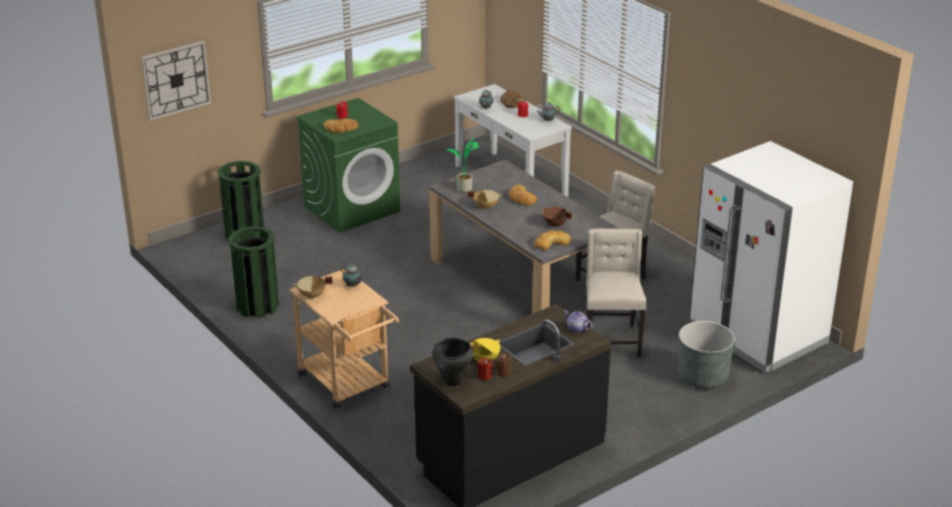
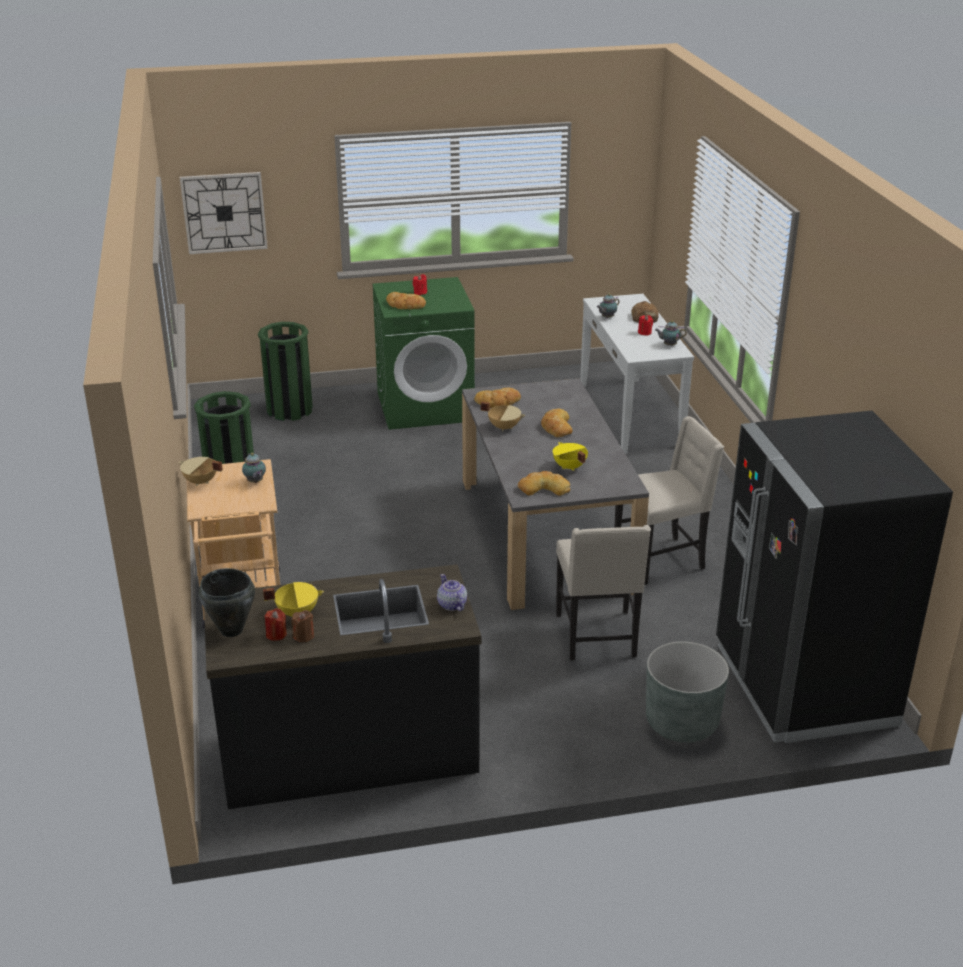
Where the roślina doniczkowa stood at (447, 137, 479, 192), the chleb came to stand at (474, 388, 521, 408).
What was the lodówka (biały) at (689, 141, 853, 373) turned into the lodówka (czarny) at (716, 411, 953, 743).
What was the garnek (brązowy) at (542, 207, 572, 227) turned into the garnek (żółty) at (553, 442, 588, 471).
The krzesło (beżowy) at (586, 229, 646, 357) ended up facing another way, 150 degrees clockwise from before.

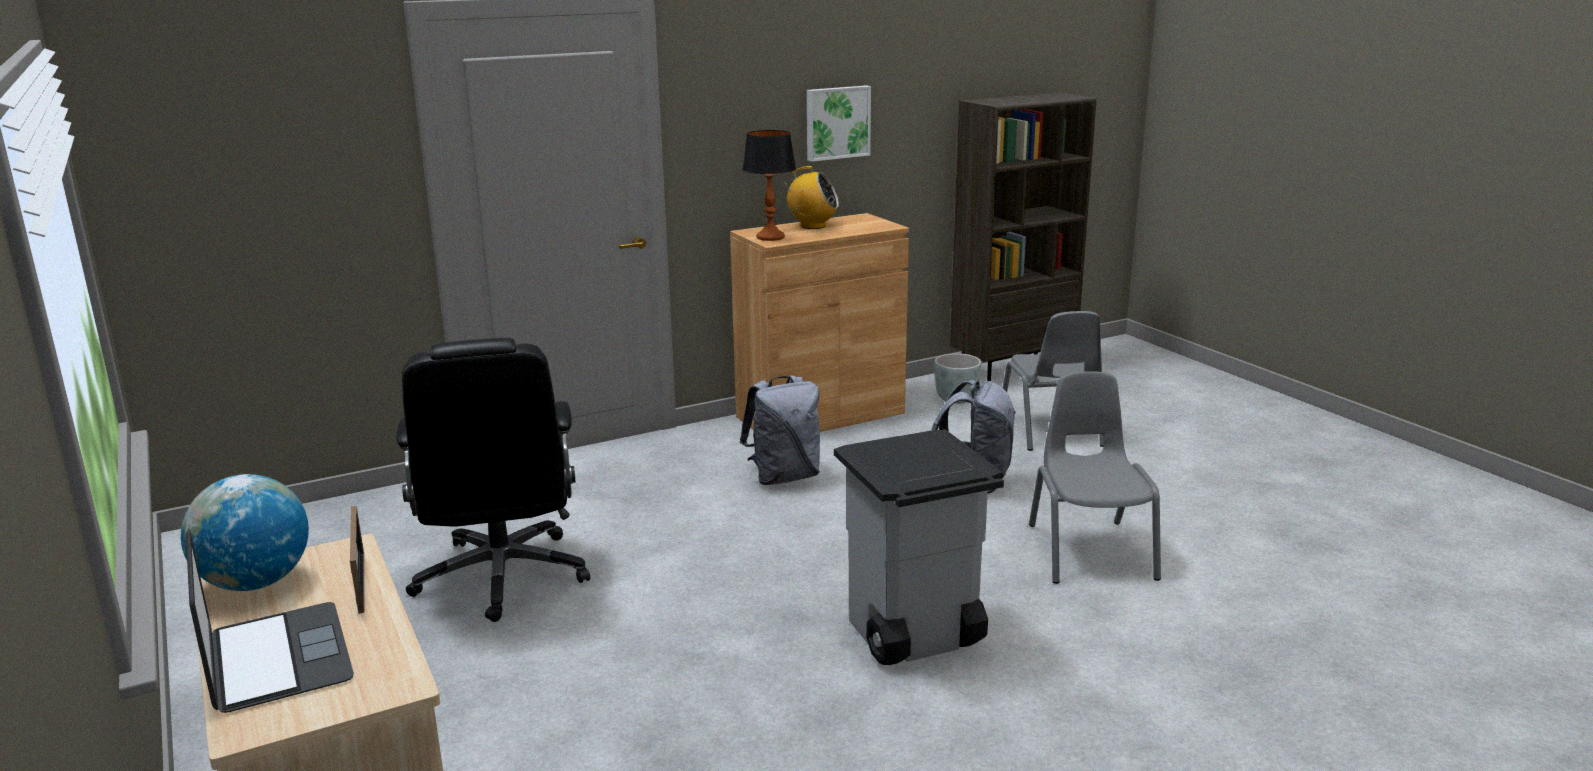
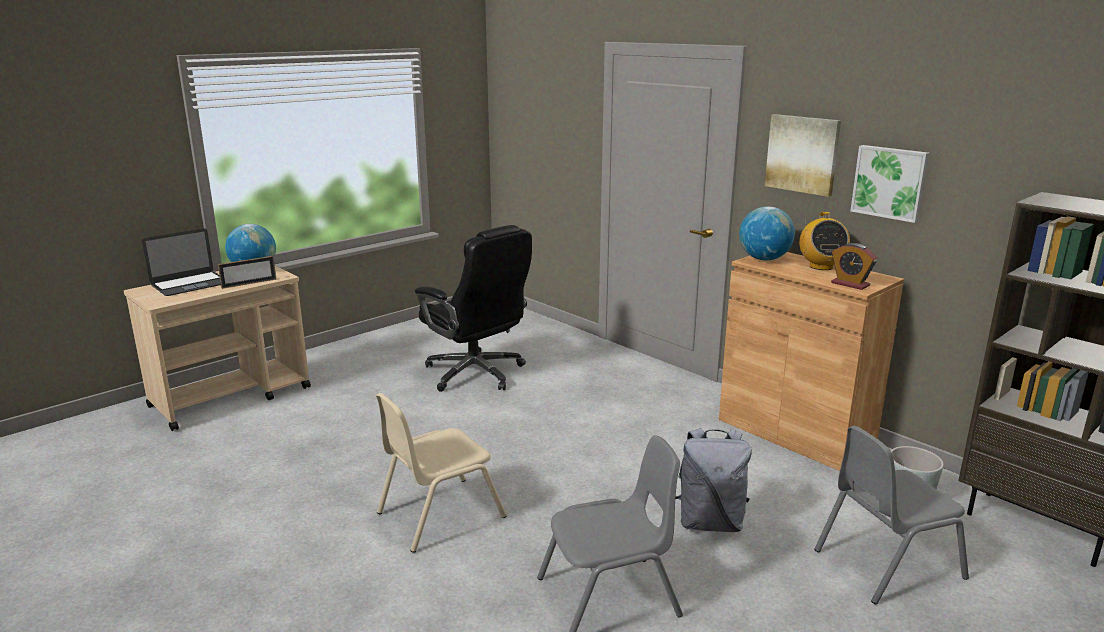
Where the lampa stołowa stood at (742, 130, 796, 241), the globus came to stand at (739, 206, 795, 260).
The krzesło biurowe (czarny) at (397, 338, 590, 622) ended up facing another way, 105 degrees counterclockwise from before.
The second view lost the plecak (szary) at (740, 375, 820, 485).
Where the kosz na śmieci (szary) stood at (834, 430, 1004, 665), the krzesło (beżowy) came to stand at (376, 393, 507, 553).
The second view gained the obraz at (765, 114, 841, 197).
The second view gained the budzik at (831, 243, 877, 290).

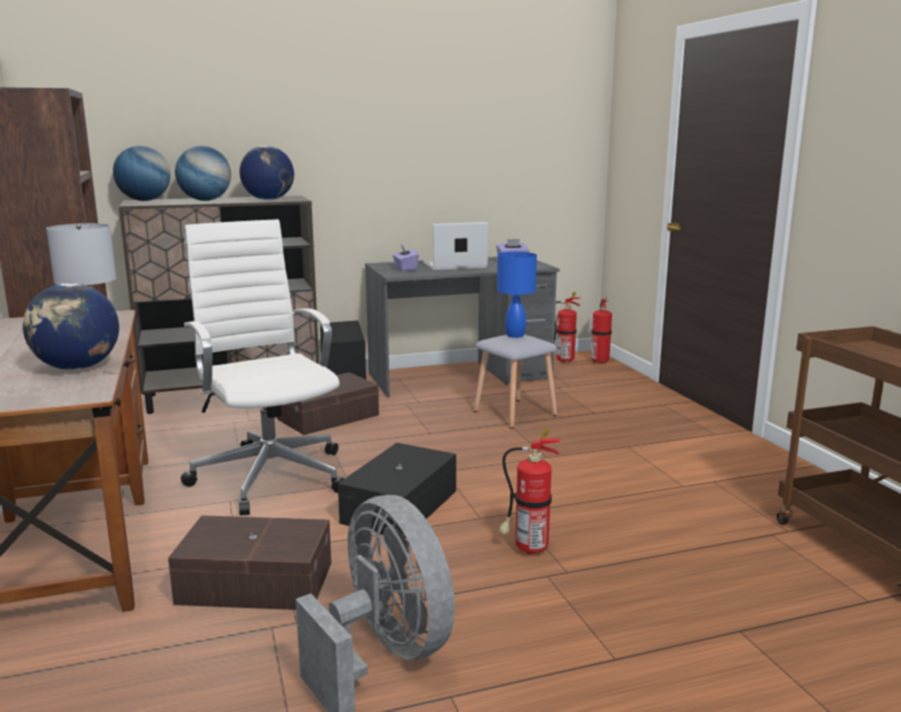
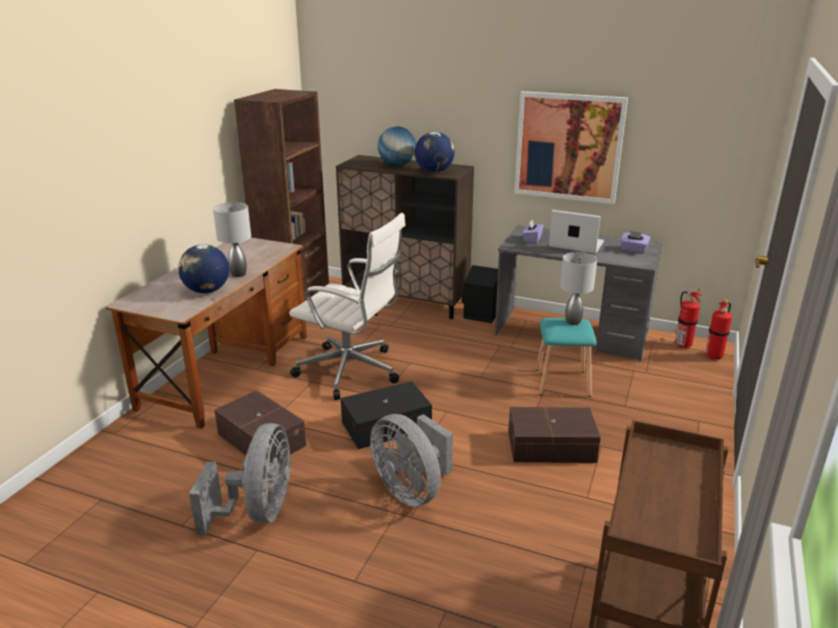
The second view lost the globus at (113, 146, 171, 201).
The krzesło biurowe (biały) at (181, 219, 344, 516) ended up facing another way, 105 degrees clockwise from before.
What was the lampa stołowa (niebieski) at (497, 252, 537, 338) turned into the lampa stołowa (szary) at (560, 252, 597, 325).
What was the stołek (szary) at (474, 335, 557, 429) turned into the stołek (turkusowy) at (536, 318, 597, 397).
The pojemnik do przechowywania (brązowy) ended up elsewhere, having gone from (277, 372, 379, 435) to (508, 407, 601, 463).
Where the gaśnica stood at (499, 429, 561, 555), the wentylator (szary) came to stand at (370, 414, 453, 507).
The second view gained the obraz at (514, 91, 628, 204).

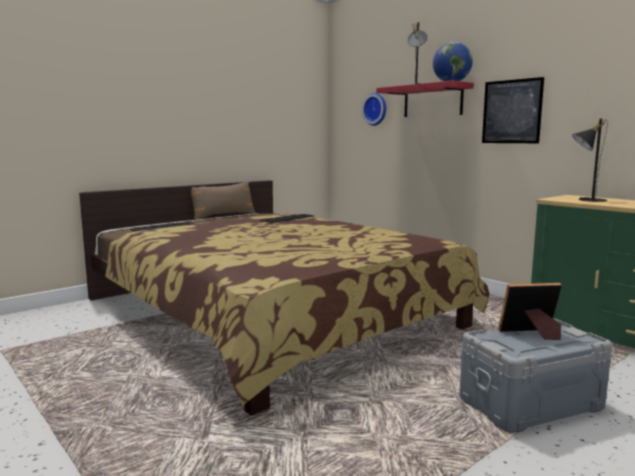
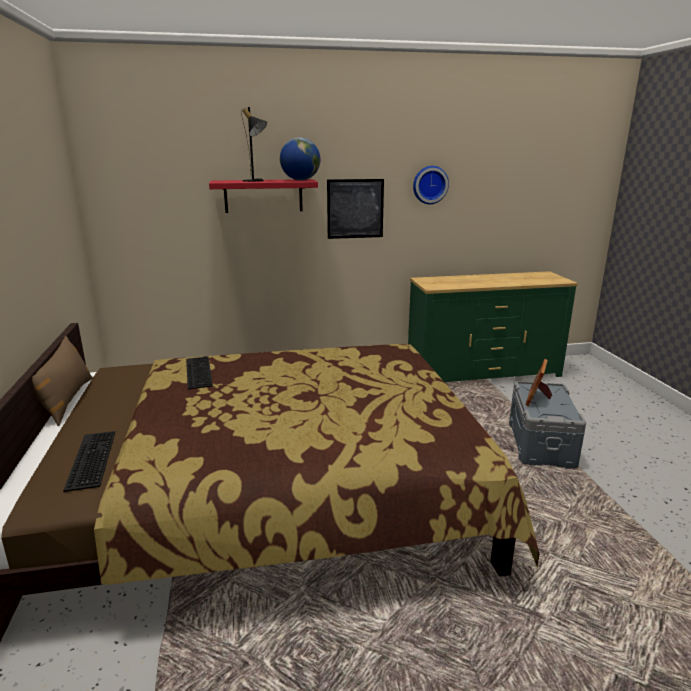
The zegar ścienny ended up elsewhere, having gone from (362, 93, 386, 126) to (413, 166, 449, 204).
The second view lost the lampa stołowa (czarny) at (572, 118, 608, 202).

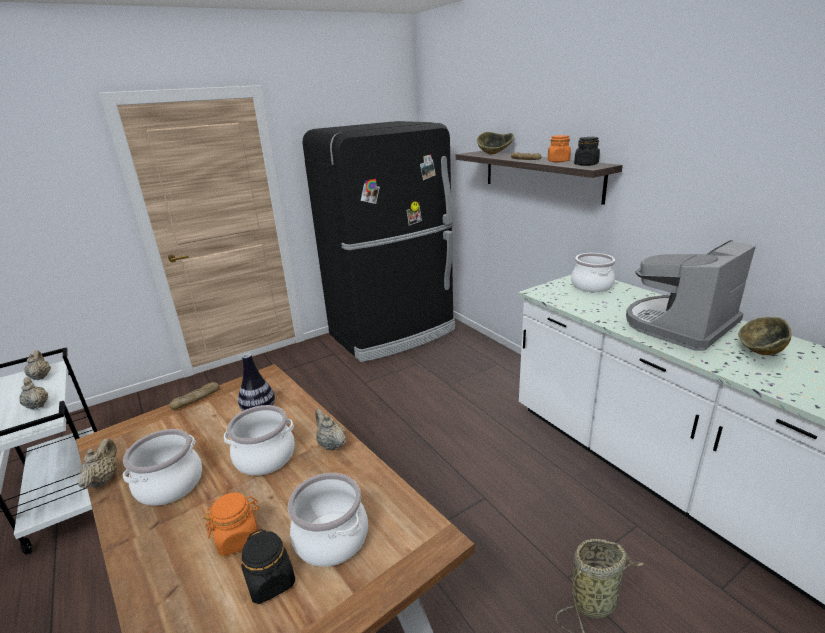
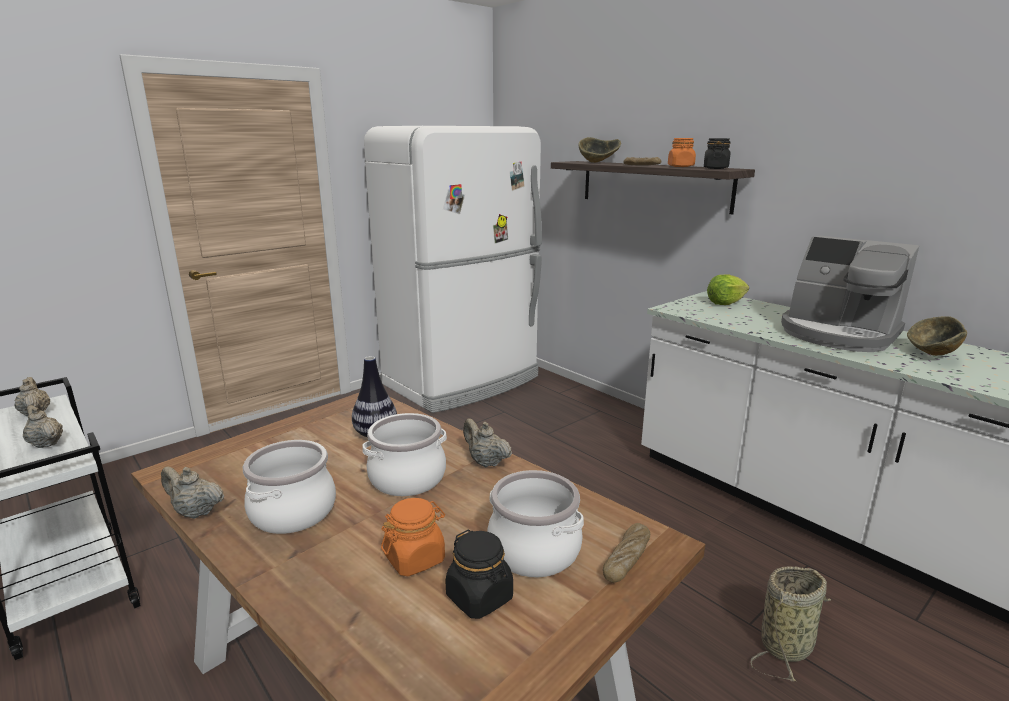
What was the lodówka (czarny) at (303, 121, 455, 362) turned into the lodówka (biały) at (364, 126, 542, 413).
The ekspres do kawy at (626, 240, 756, 351) ended up facing another way, 90 degrees counterclockwise from before.
Where the garnek stood at (571, 253, 615, 292), the sałata came to stand at (707, 275, 749, 305).
The chleb ended up elsewhere, having gone from (169, 382, 220, 409) to (603, 523, 650, 583).
The imbryk (beżowy) at (78, 438, 117, 489) ended up facing another way, 60 degrees counterclockwise from before.

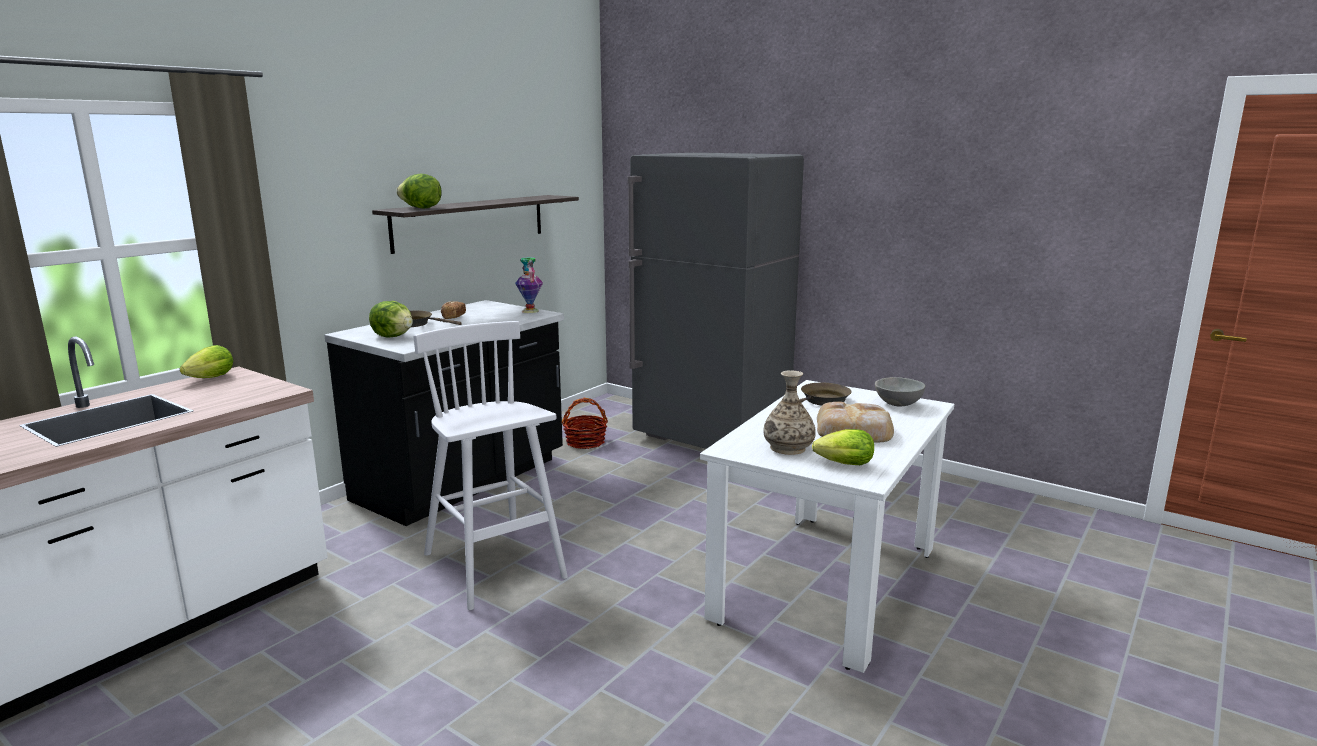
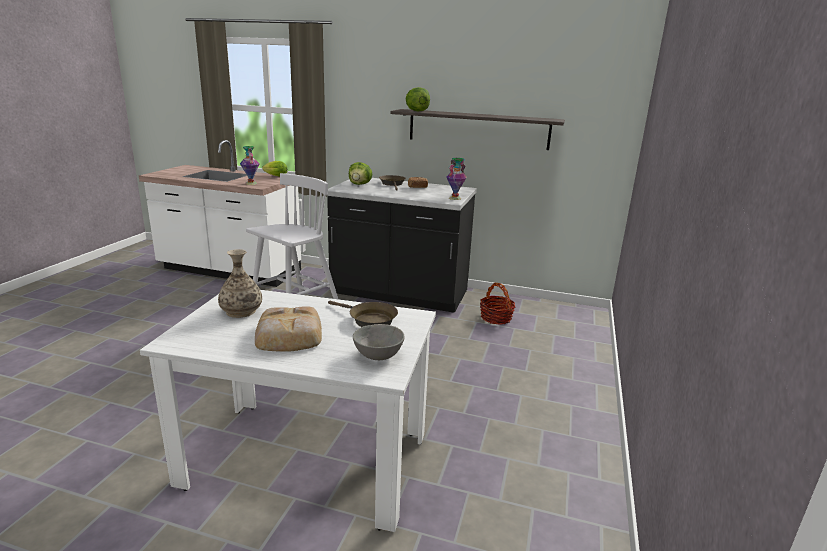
The second view lost the lodówka (szary) at (627, 153, 804, 449).
The second view lost the sałata at (812, 429, 874, 465).
The second view gained the wazon at (240, 146, 259, 185).

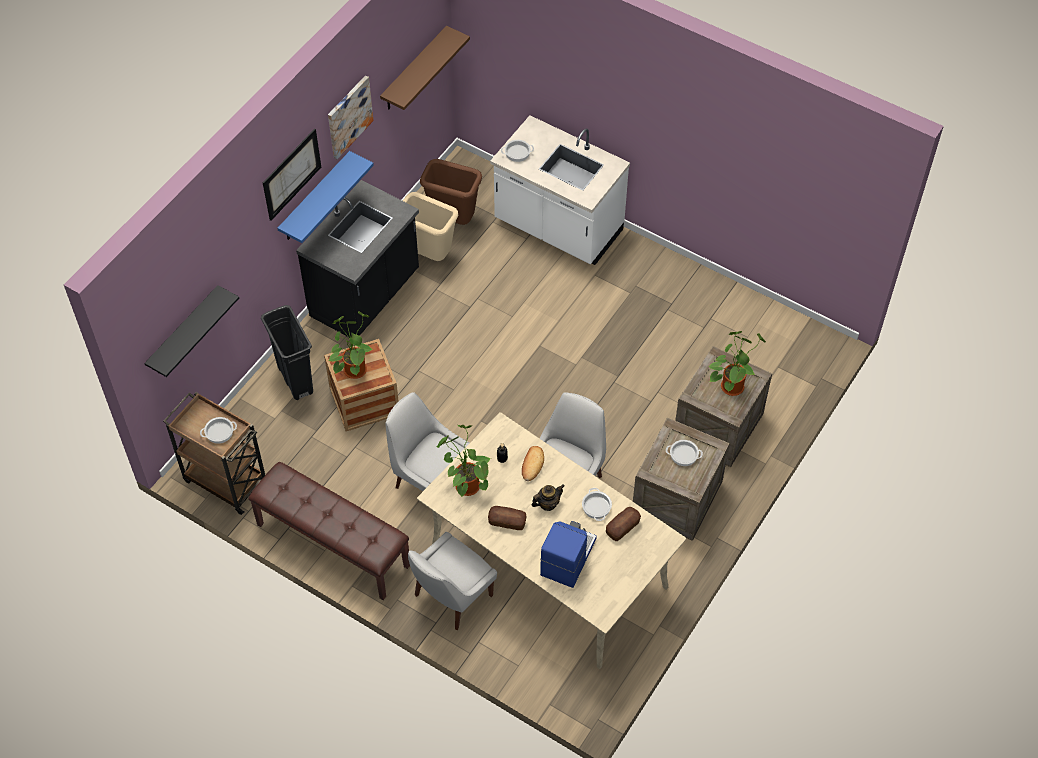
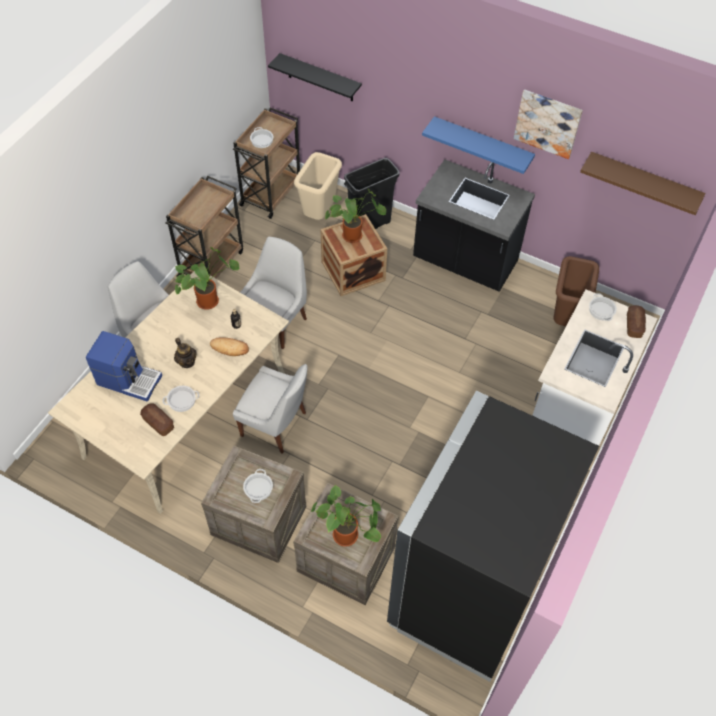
The second view lost the obraz at (263, 128, 321, 221).
The kosz na śmieci (beżowy) ended up elsewhere, having gone from (403, 192, 458, 261) to (294, 152, 342, 220).
Where the ławka (brązowy) stood at (248, 462, 410, 600), the wózek (brązowy) came to stand at (165, 176, 243, 279).
The chleb ended up elsewhere, having gone from (488, 506, 526, 530) to (627, 305, 646, 338).
The second view gained the lodówka (czarny) at (387, 391, 599, 682).

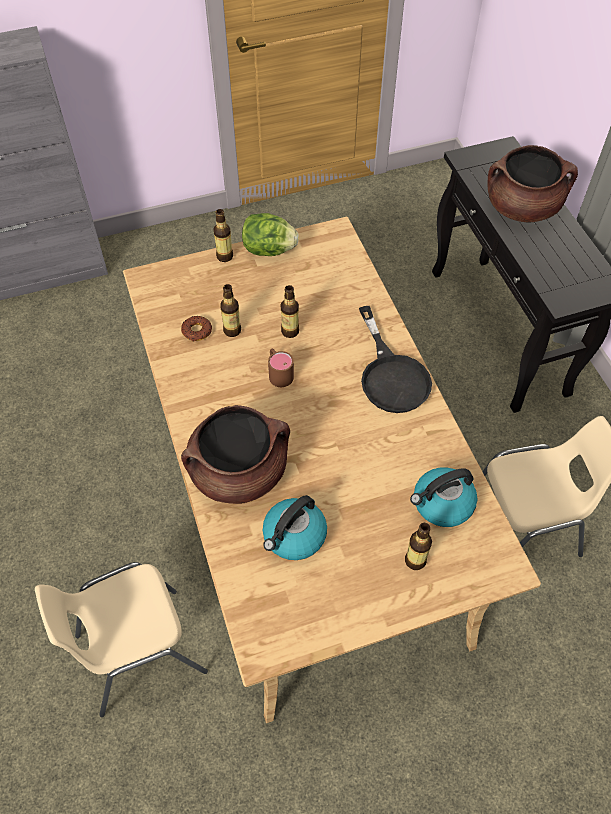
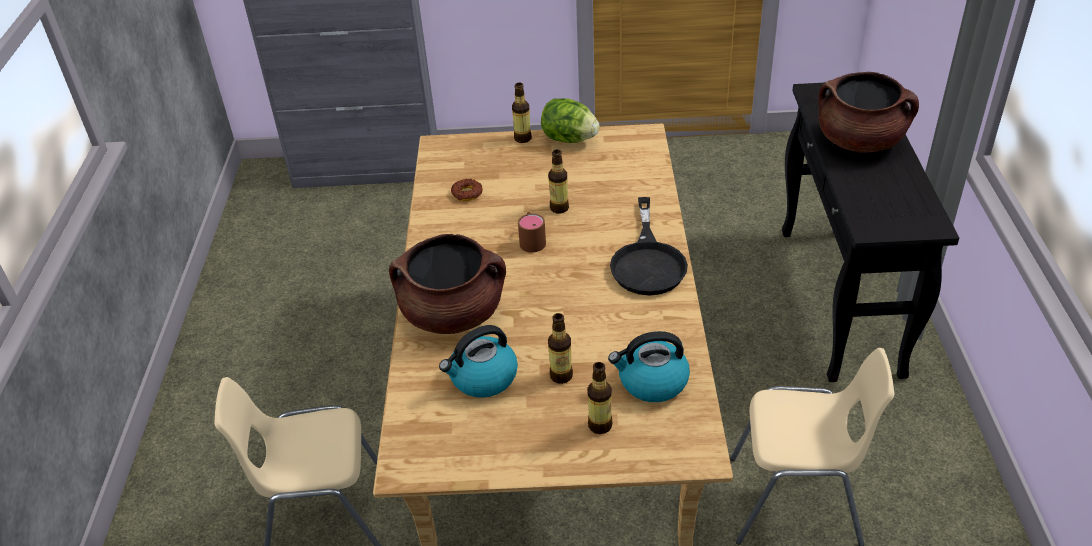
The butelka ended up elsewhere, having gone from (220, 284, 241, 337) to (548, 313, 573, 384).

